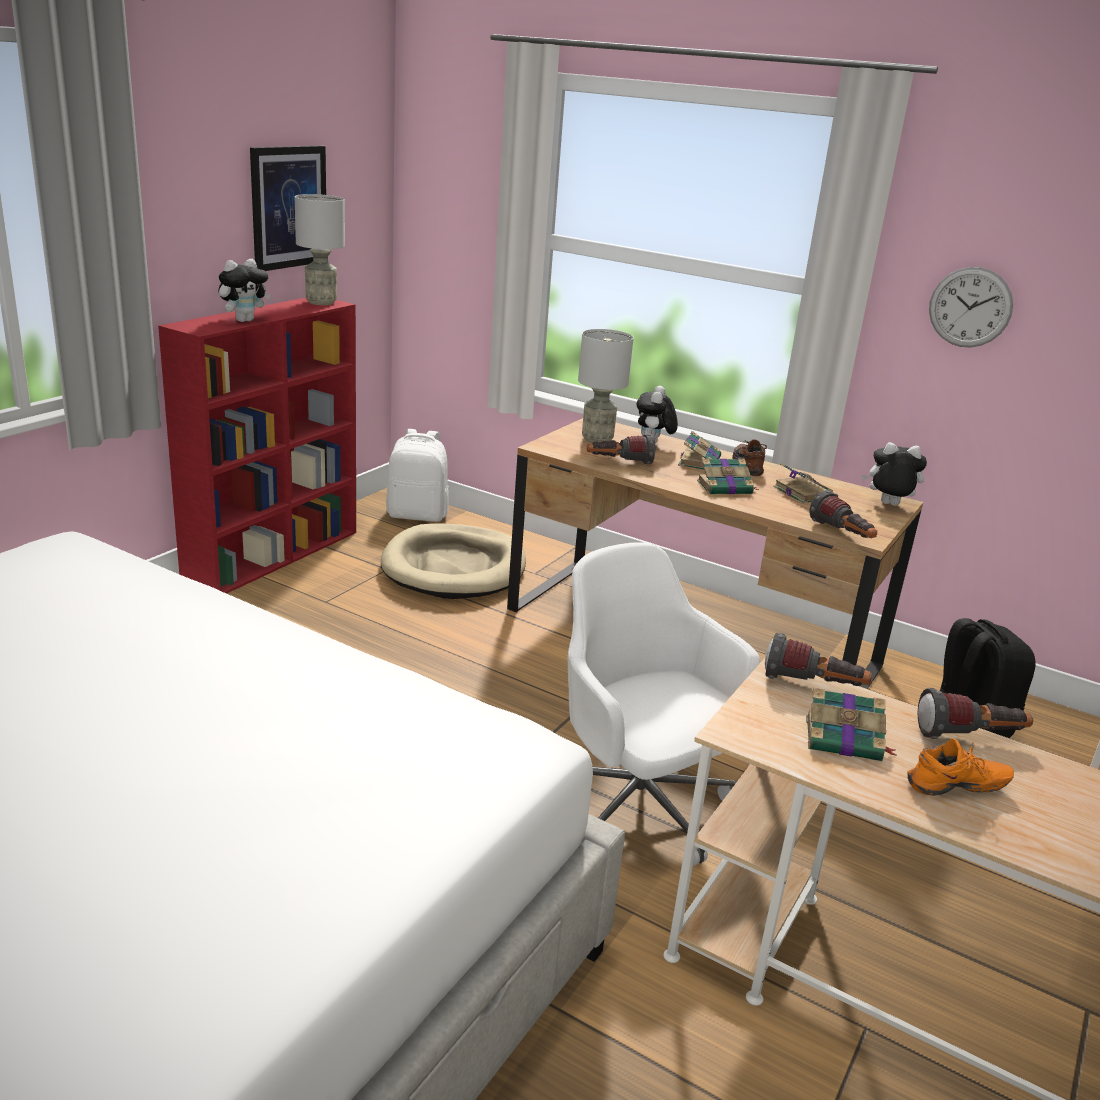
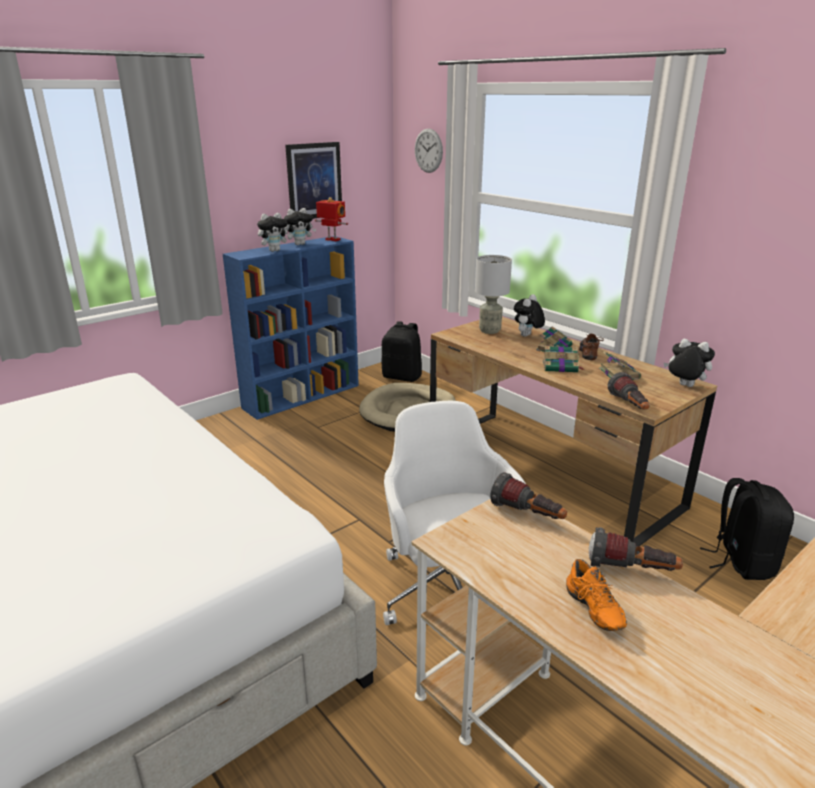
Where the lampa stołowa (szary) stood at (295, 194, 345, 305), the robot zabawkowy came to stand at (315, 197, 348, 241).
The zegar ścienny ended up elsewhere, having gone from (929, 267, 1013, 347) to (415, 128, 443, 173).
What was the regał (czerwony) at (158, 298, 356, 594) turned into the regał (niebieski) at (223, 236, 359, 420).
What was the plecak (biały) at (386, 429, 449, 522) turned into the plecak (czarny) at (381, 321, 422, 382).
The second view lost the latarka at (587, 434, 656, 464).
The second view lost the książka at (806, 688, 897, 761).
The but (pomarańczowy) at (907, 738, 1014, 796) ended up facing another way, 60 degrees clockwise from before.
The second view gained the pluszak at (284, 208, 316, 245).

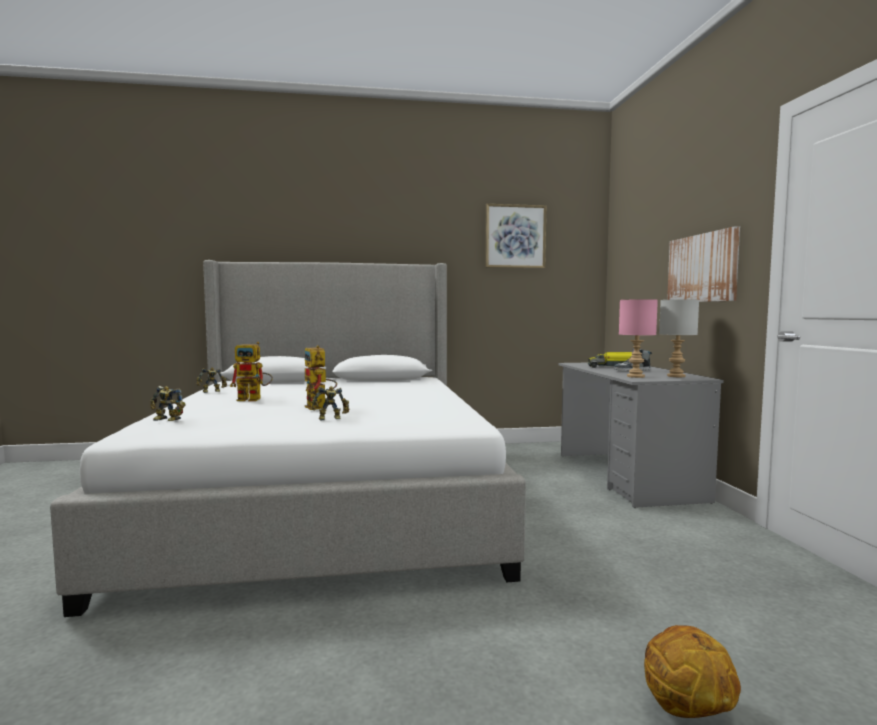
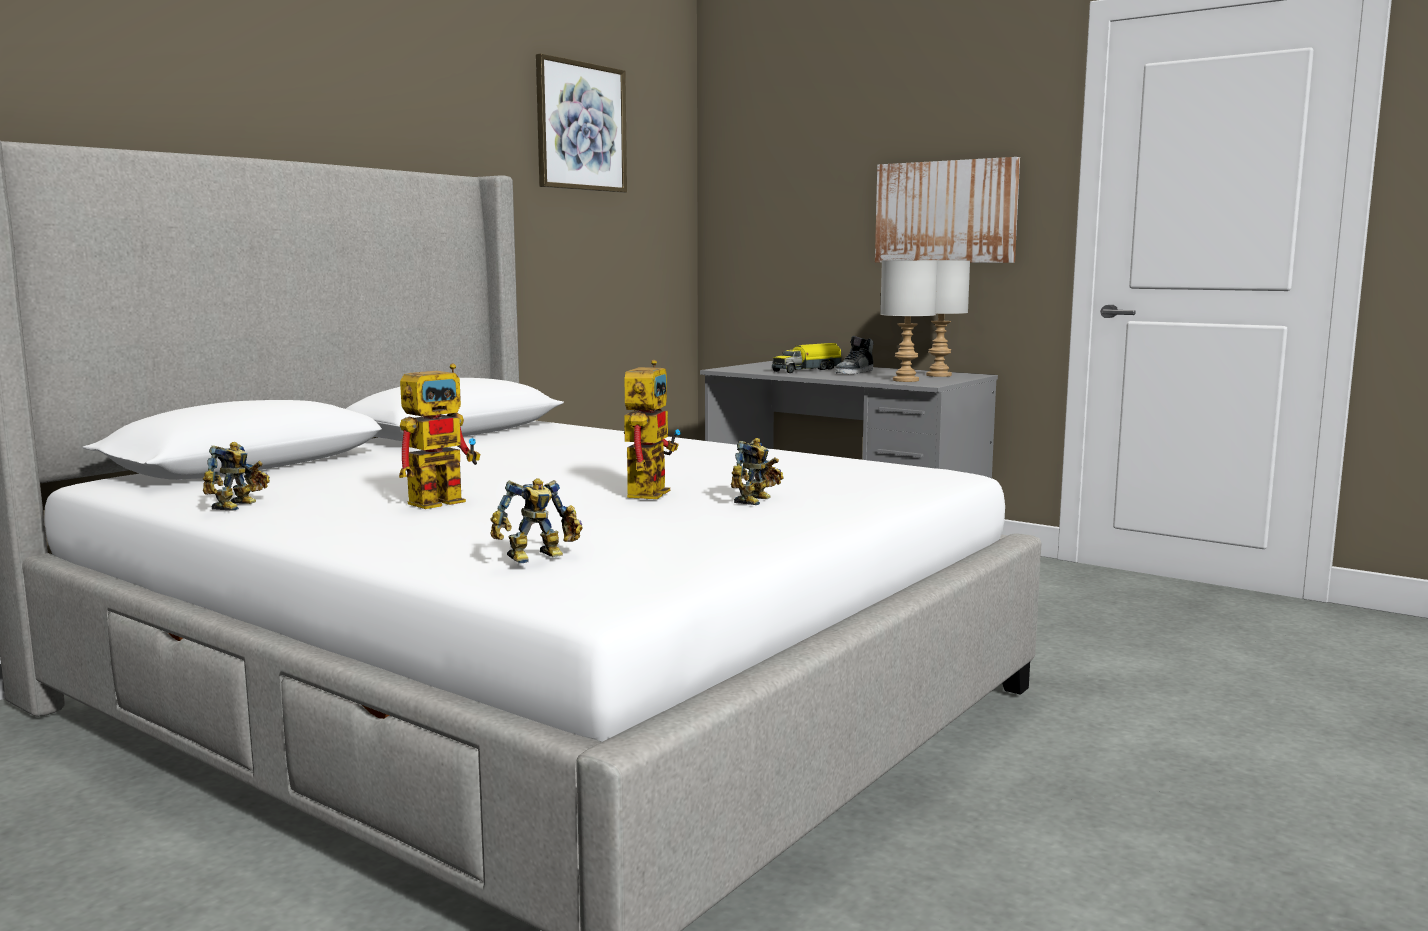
What was the lampa stołowa (różowy) at (619, 299, 658, 378) turned into the lampa stołowa (szary) at (880, 260, 938, 382).
The robot zabawkowy at (305, 345, 337, 410) ended up facing another way, 90 degrees counterclockwise from before.
The second view lost the piłka do koszykówki at (644, 625, 741, 718).

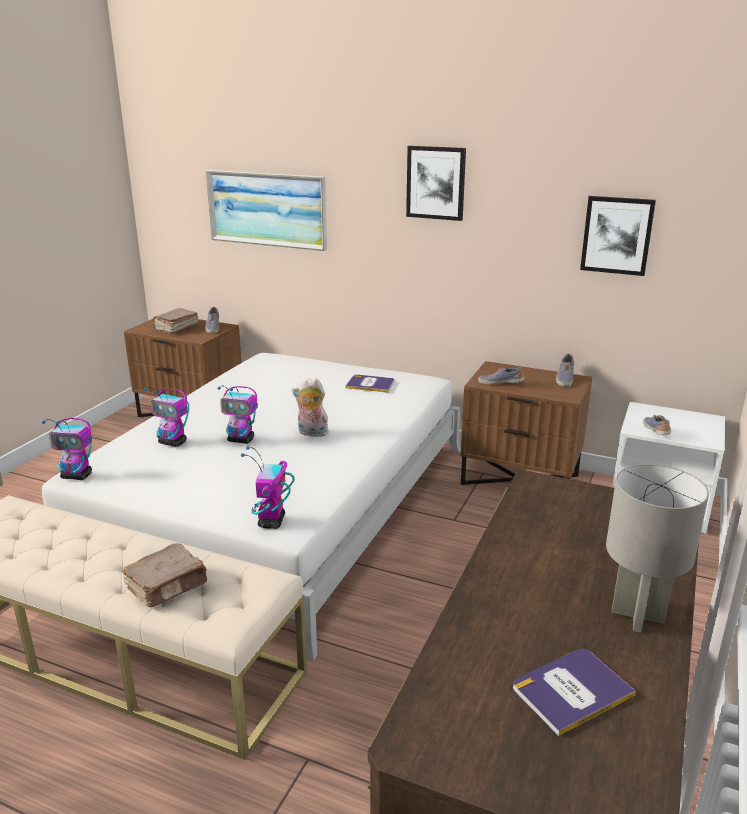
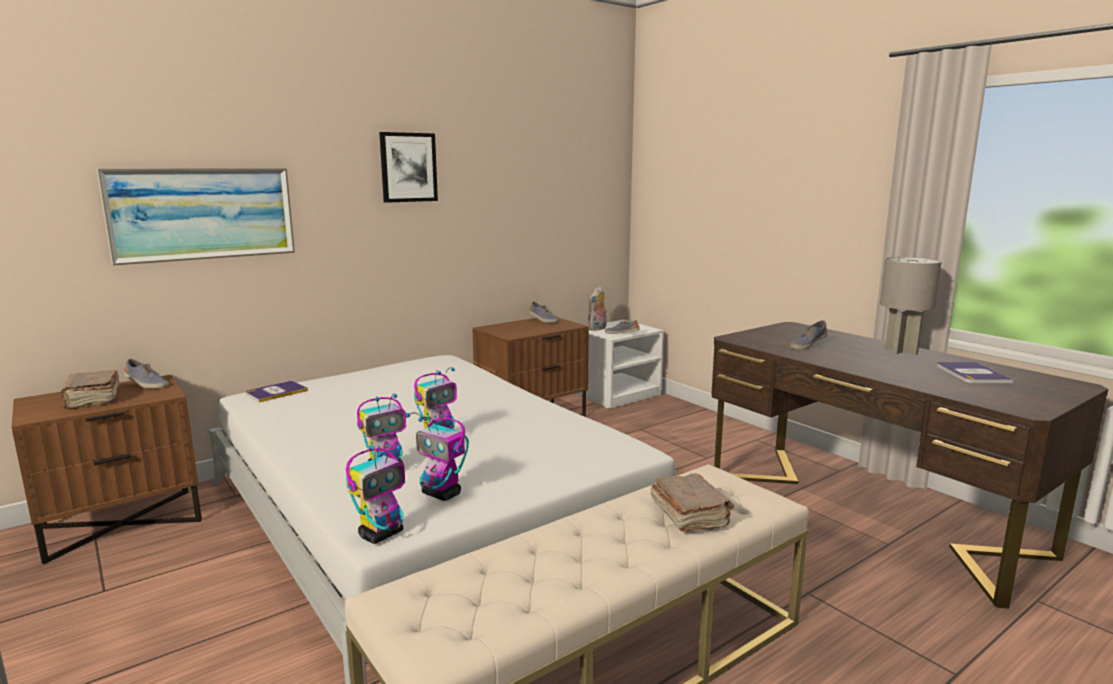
The second view lost the obraz at (580, 196, 656, 276).
The but ended up elsewhere, having gone from (478, 367, 525, 385) to (790, 320, 827, 350).
The książka ended up elsewhere, having gone from (346, 375, 395, 393) to (246, 381, 308, 403).
The pluszak ended up elsewhere, having gone from (292, 378, 329, 437) to (588, 287, 607, 331).
The robot zabawkowy ended up elsewhere, having gone from (241, 446, 294, 529) to (406, 412, 469, 501).

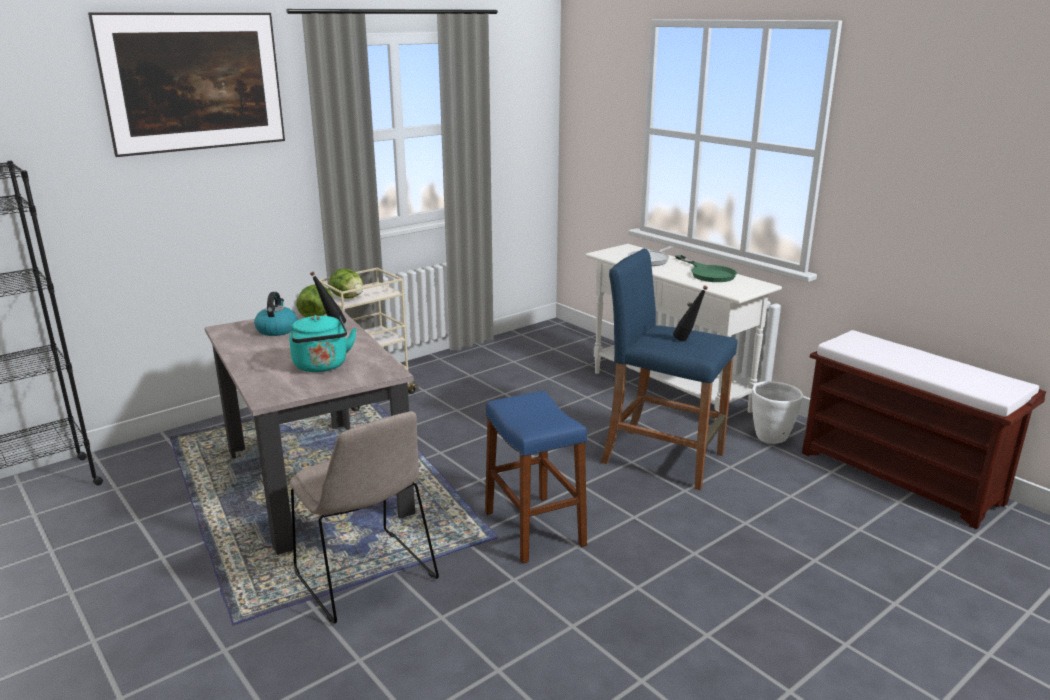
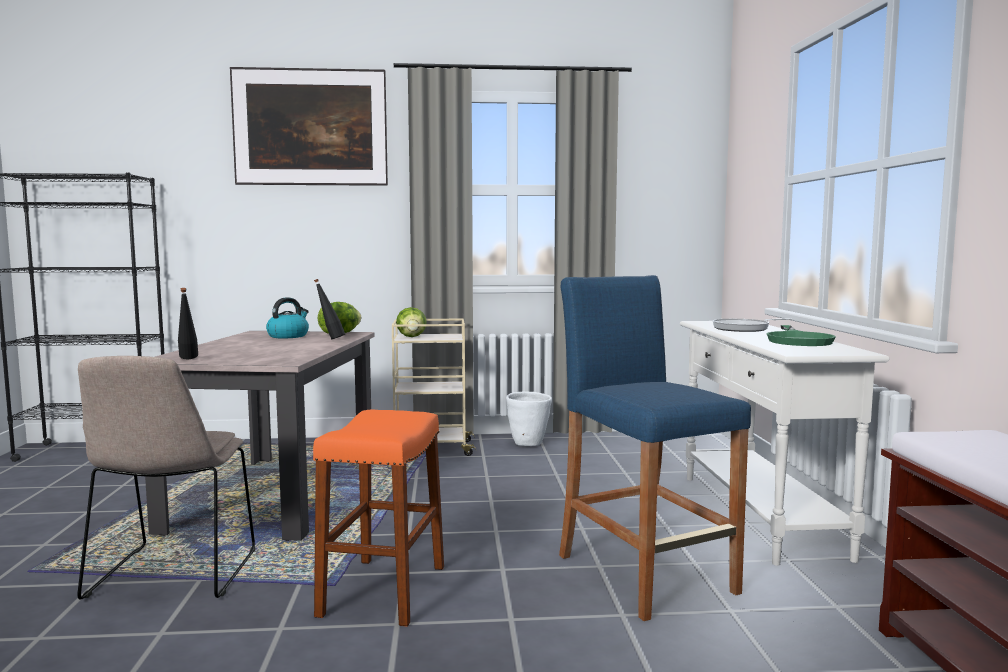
The butelka (czarny) ended up elsewhere, having gone from (673, 286, 708, 341) to (178, 288, 198, 359).
The second view lost the czajnik (turkusowy) at (289, 315, 357, 372).
The donica (biały) ended up elsewhere, having gone from (752, 381, 803, 444) to (506, 391, 552, 446).
What was the stołek (niebieski) at (485, 391, 587, 564) turned into the stołek (pomarańczowy) at (313, 409, 444, 627).

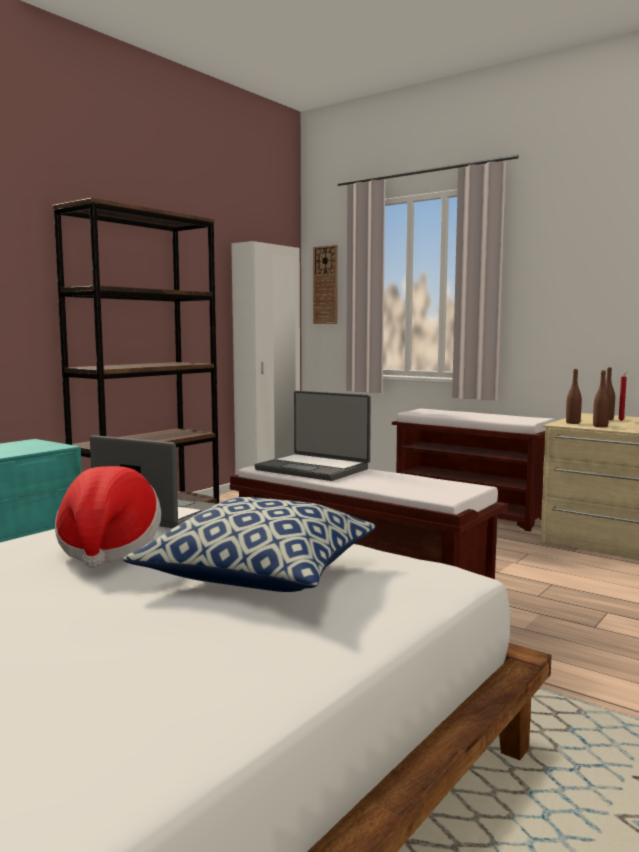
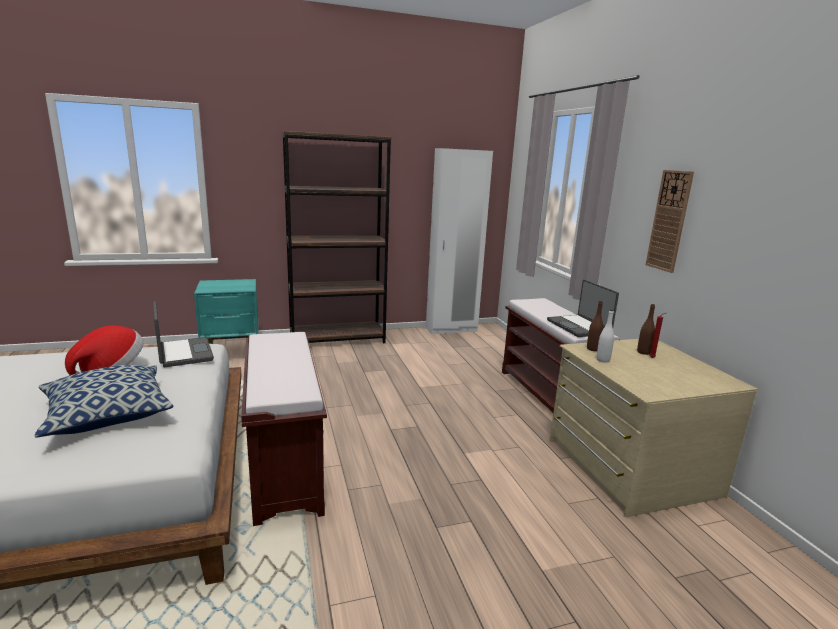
The zegar ścienny ended up elsewhere, having gone from (313, 245, 338, 324) to (646, 170, 694, 273).
What was the butelka (brązowy) at (593, 371, 610, 427) turned into the butelka (biały) at (597, 309, 614, 363).
The laptop ended up elsewhere, having gone from (254, 391, 371, 481) to (547, 280, 619, 337).

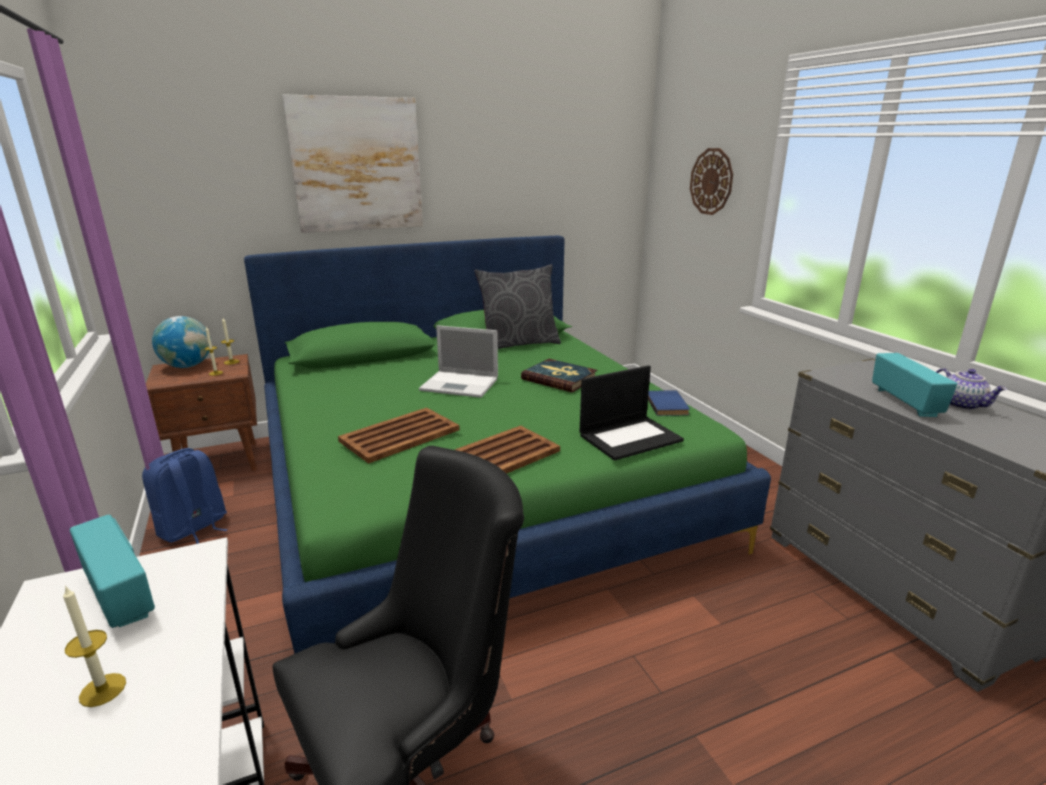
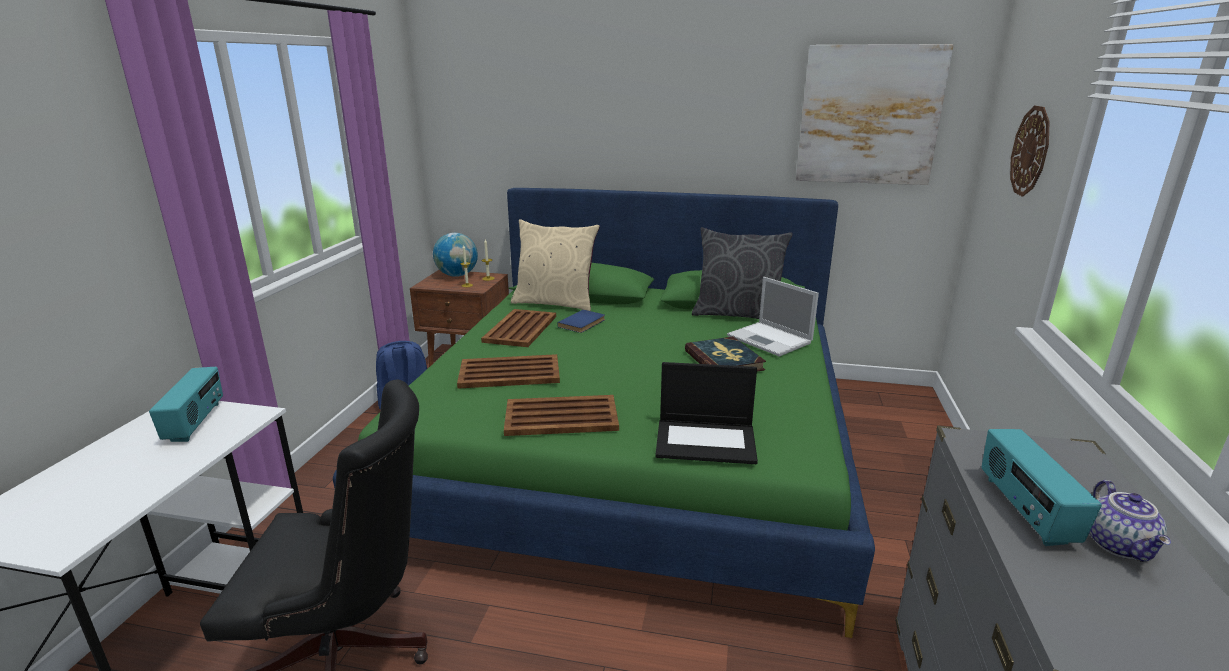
The obraz ended up elsewhere, having gone from (282, 95, 423, 233) to (796, 44, 954, 185).
The laptop ended up elsewhere, having gone from (419, 325, 498, 398) to (727, 277, 819, 357).
The radio at (872, 353, 957, 417) ended up facing another way, 150 degrees clockwise from before.
The książka (niebieski) ended up elsewhere, having gone from (648, 390, 690, 416) to (557, 310, 605, 333).
The second view lost the świeca at (63, 585, 126, 707).
The second view gained the poduszka (beżowy) at (511, 219, 600, 311).
The second view gained the taca (brązowy) at (481, 309, 556, 347).

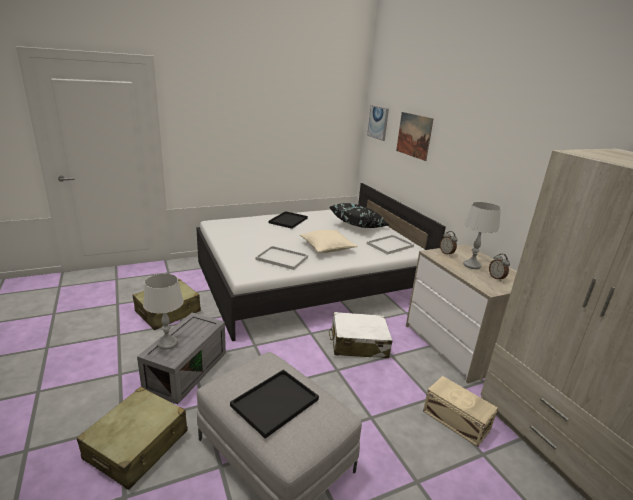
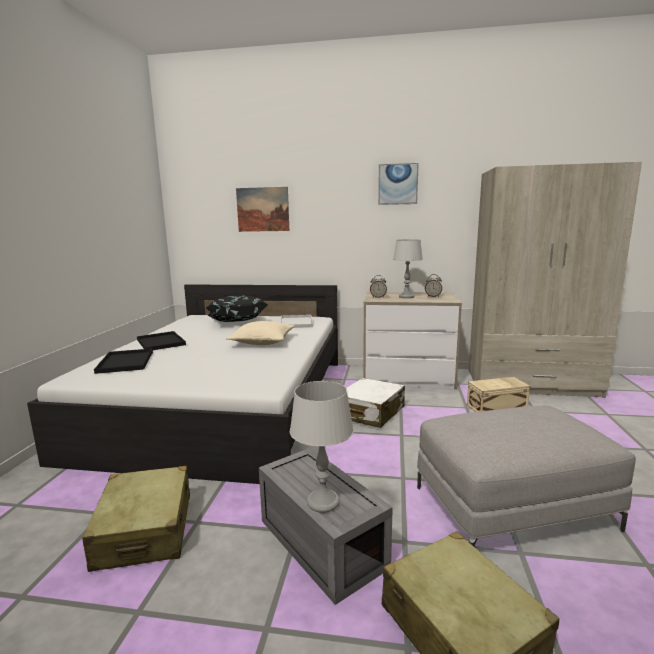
The obraz ended up elsewhere, having gone from (367, 105, 389, 141) to (378, 163, 419, 205).
The second view lost the taca (biały) at (255, 246, 308, 270).
The taca (czarny) ended up elsewhere, having gone from (230, 369, 319, 439) to (94, 349, 153, 374).

